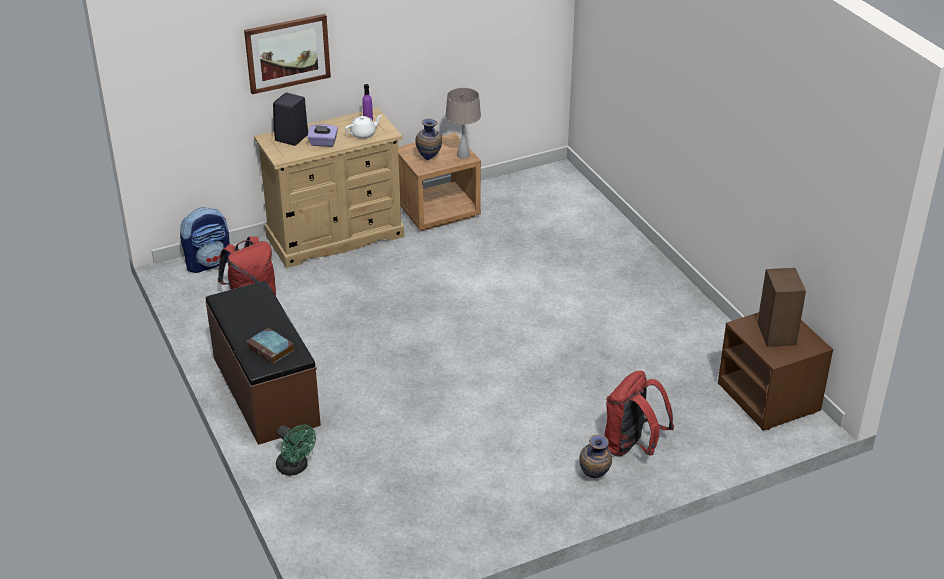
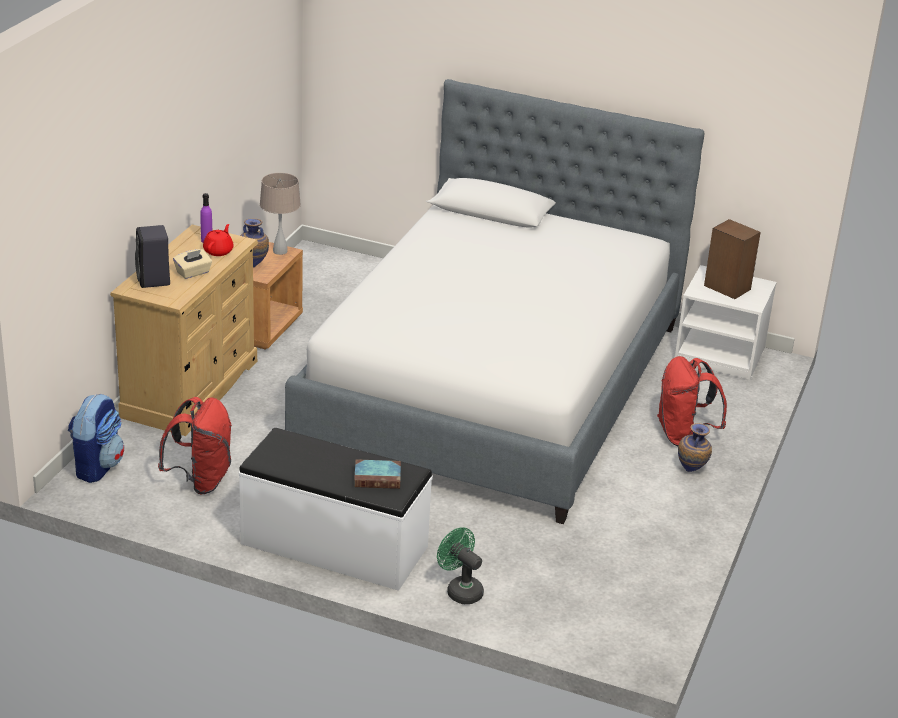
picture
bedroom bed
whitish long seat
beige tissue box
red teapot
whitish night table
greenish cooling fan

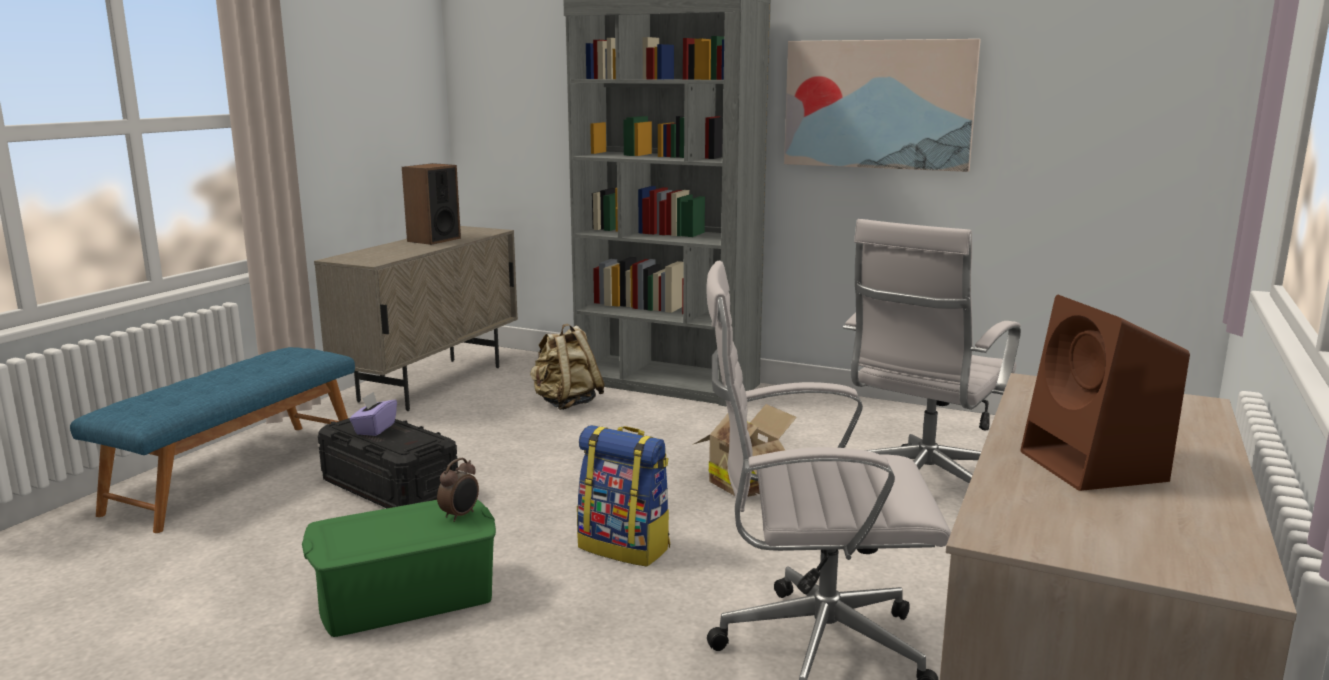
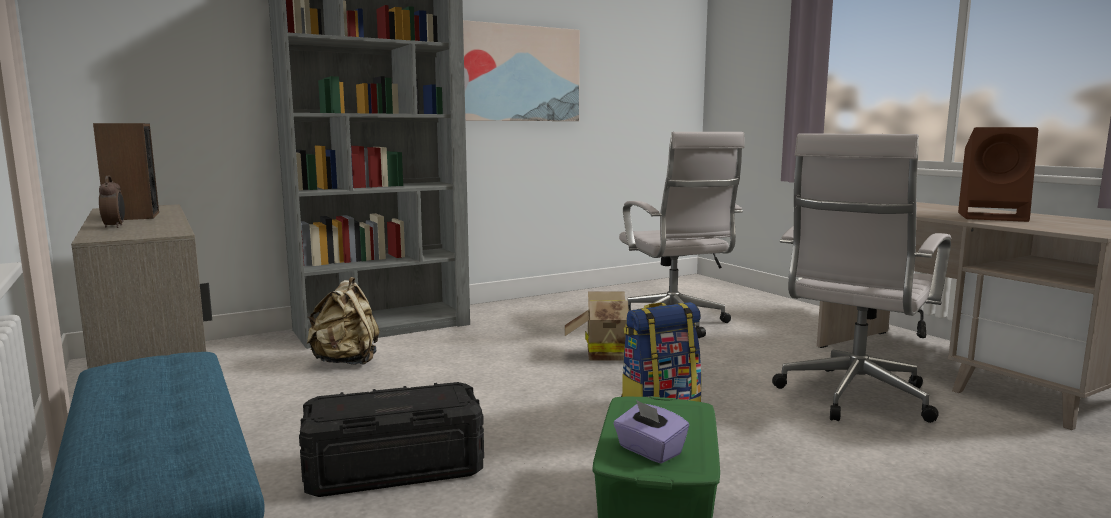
purplish tissue box
alarm clock

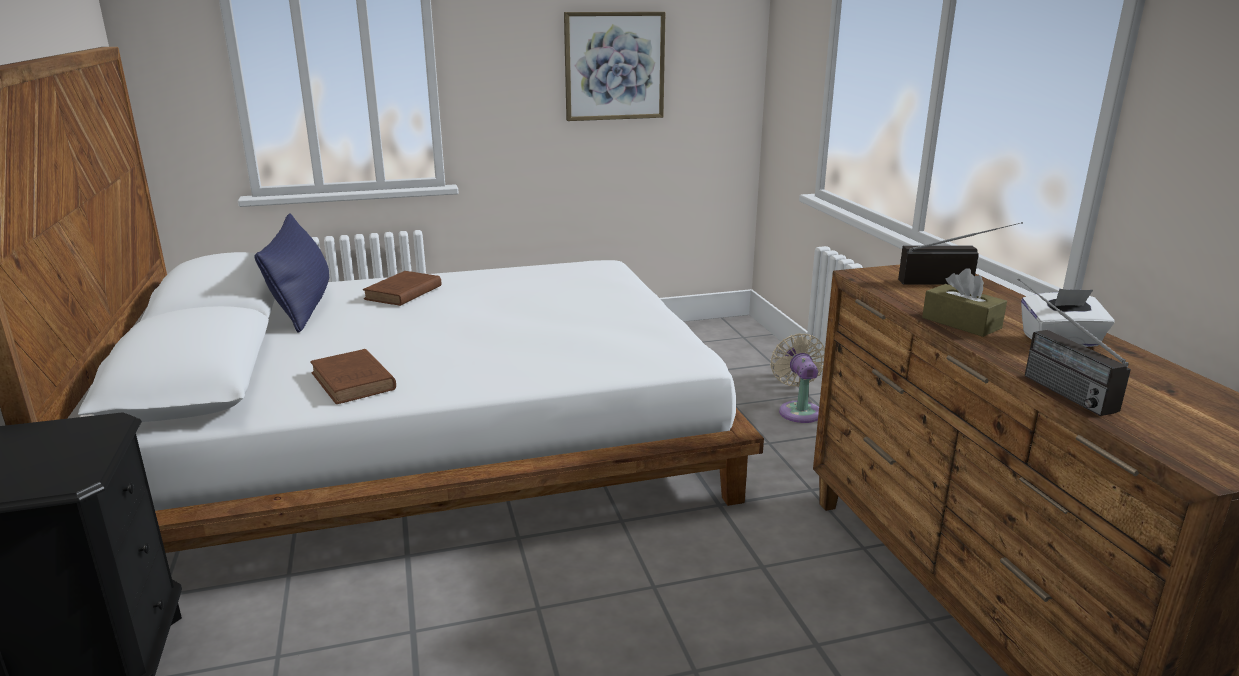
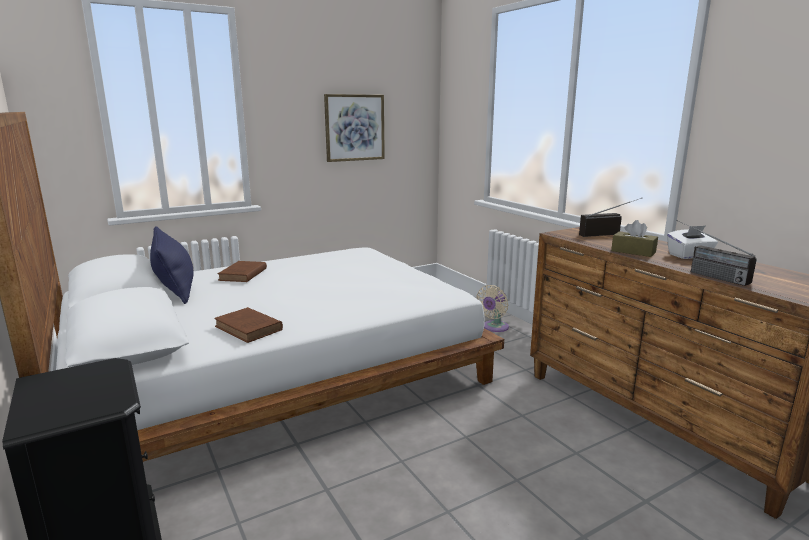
beige cooling fan

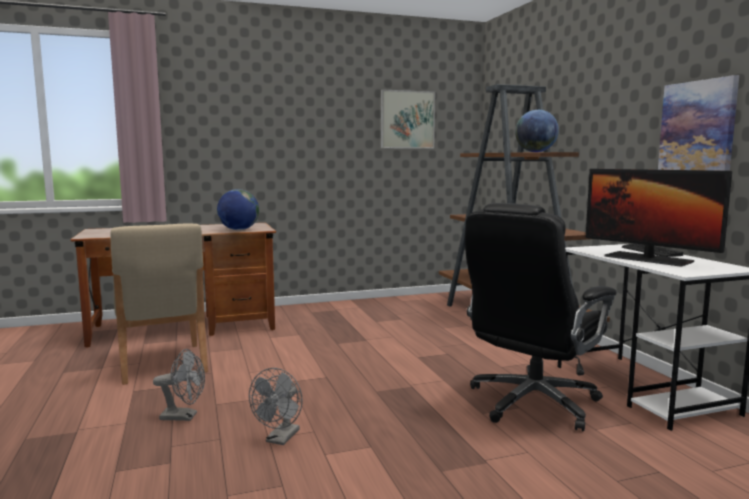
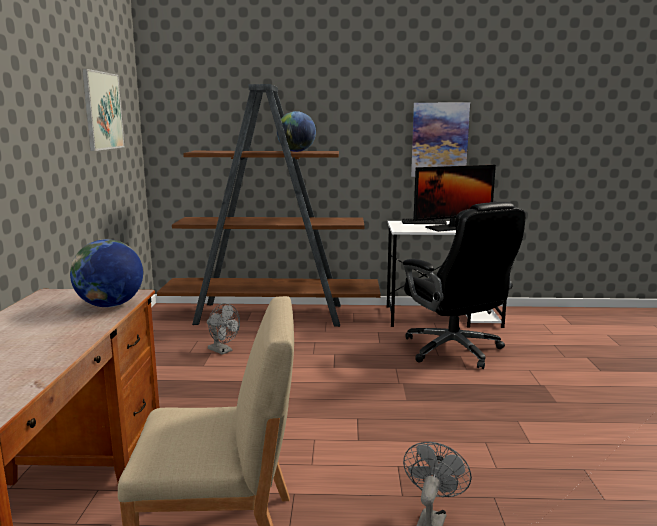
greyish cooling fan (1st from left)

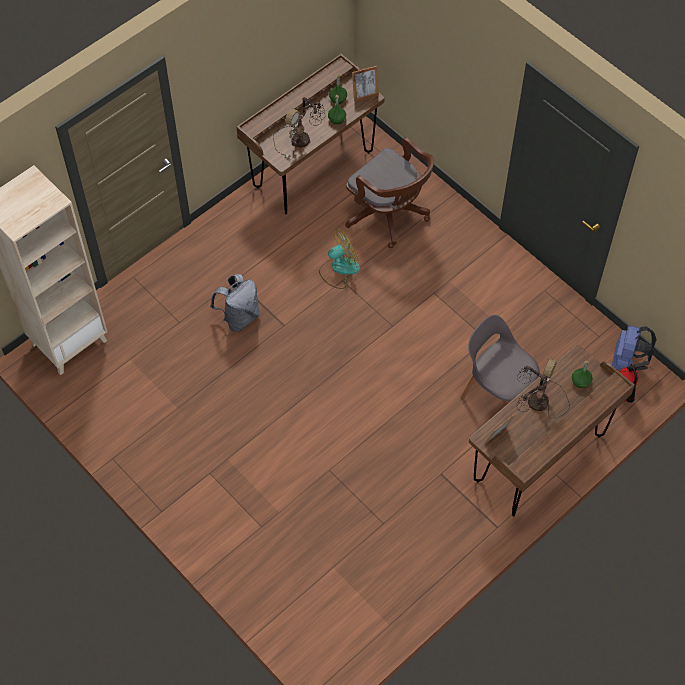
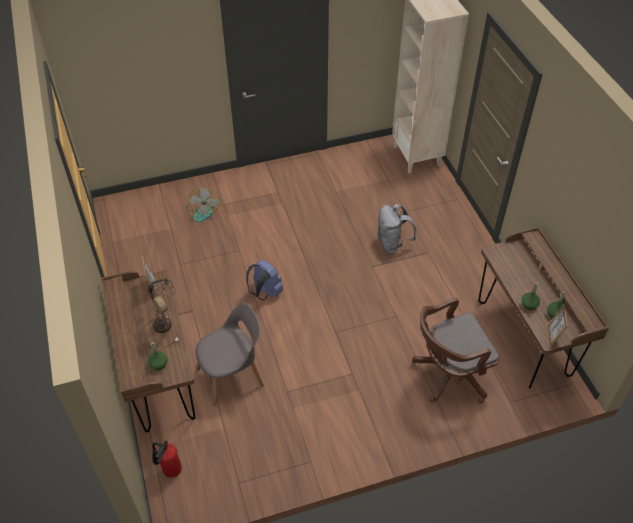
tabletop lamp (1st from left in the first image)
cooling fan
blue rucksack

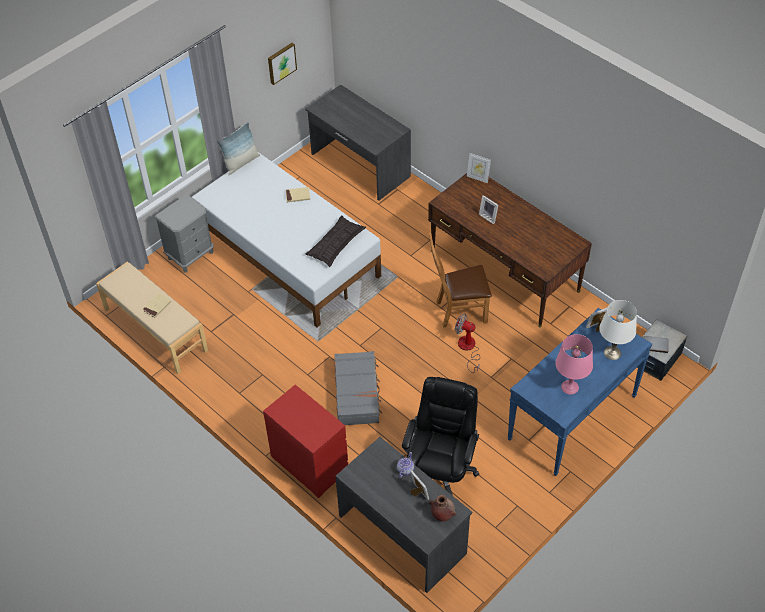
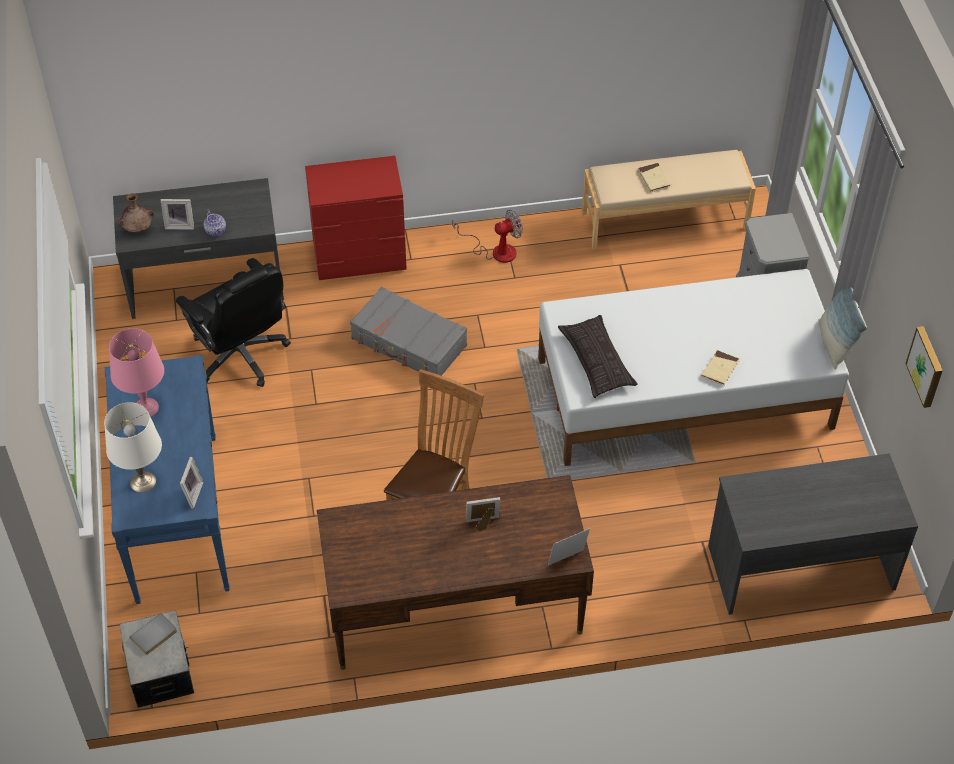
cooling fan

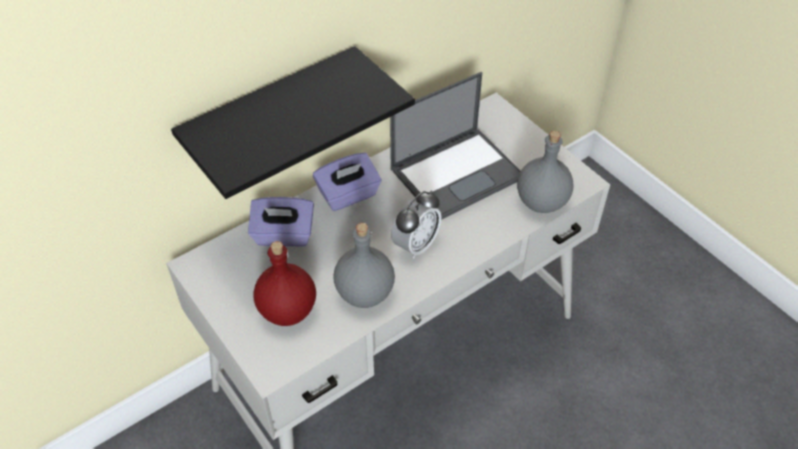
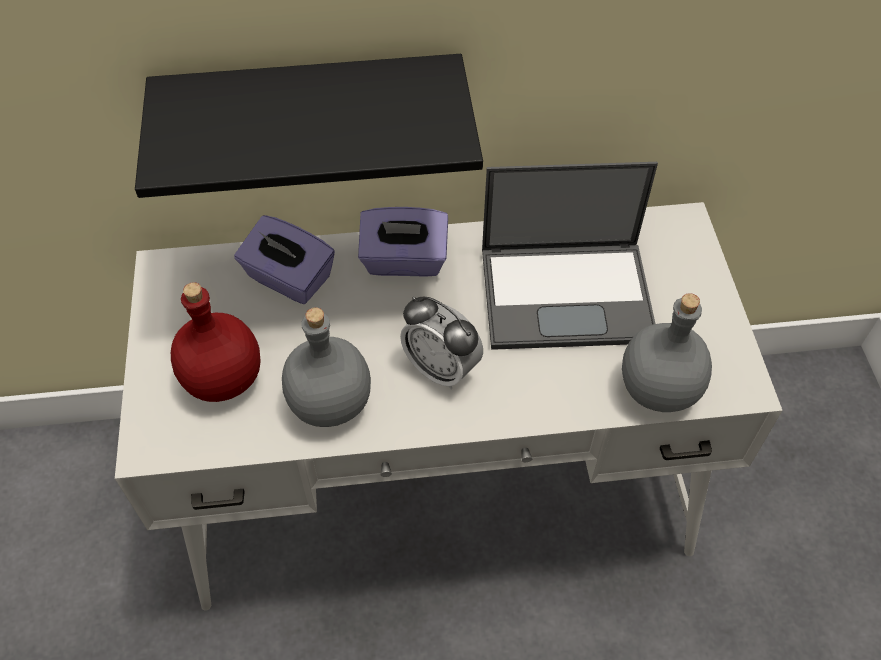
alarm clock

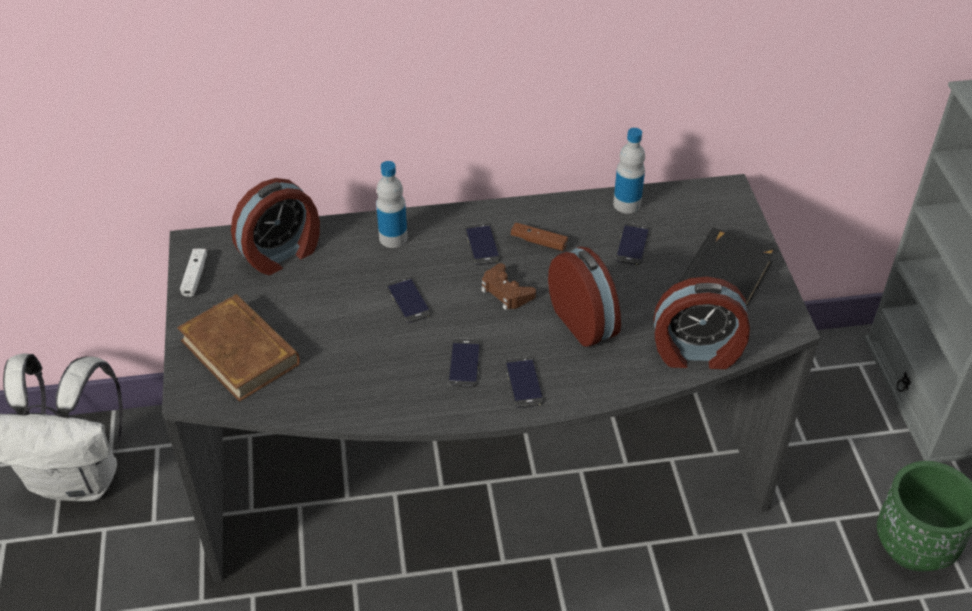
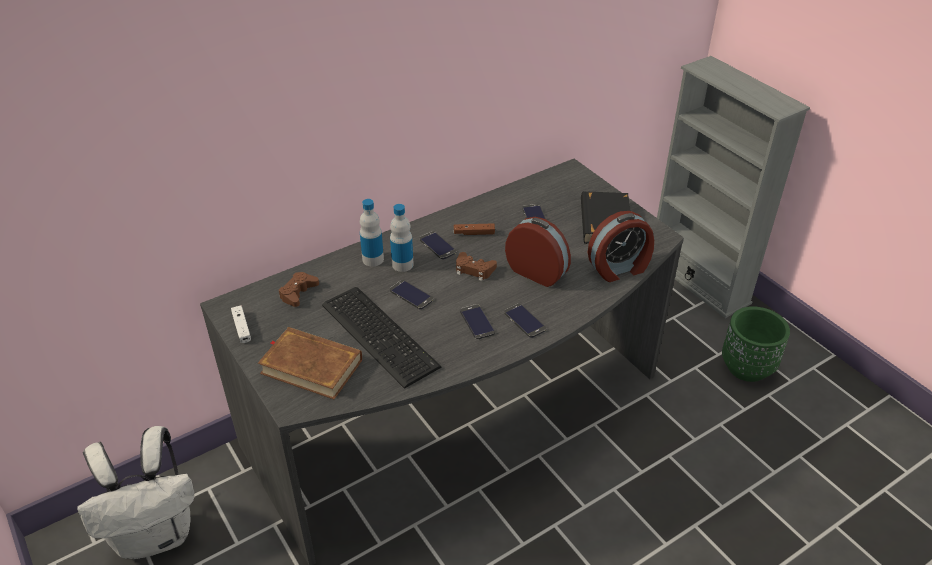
PC keyboard
beverage bottle (2nd from left)
brown gamepad (1st from left)

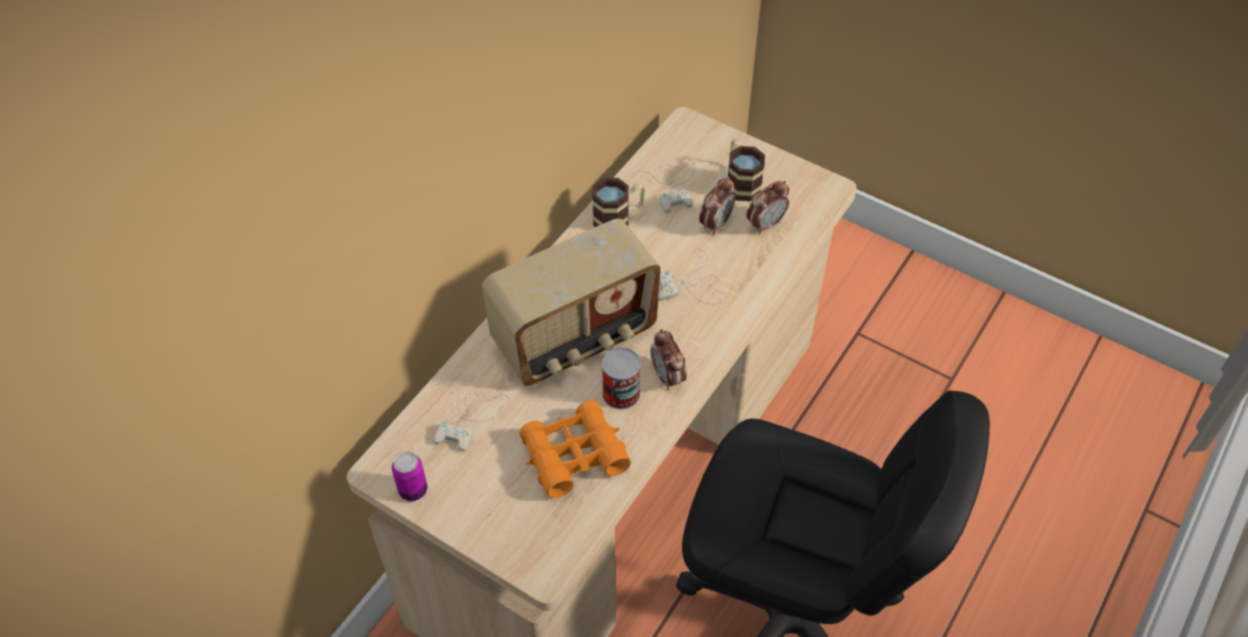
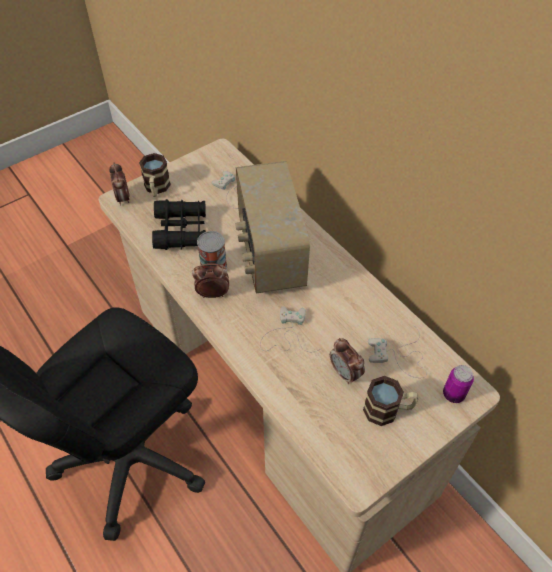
metal can (2nd from left)
tea mug (1st from left)
alarm clock (1st from left)
blackish pair of binoculars

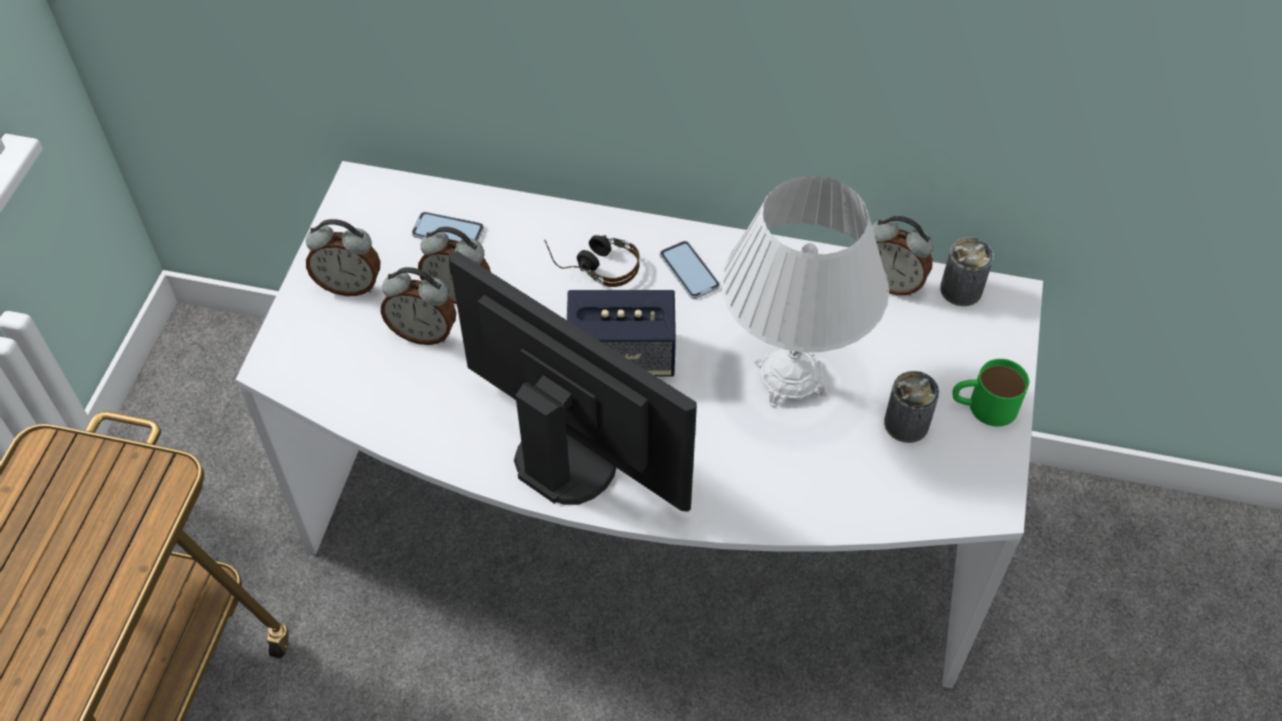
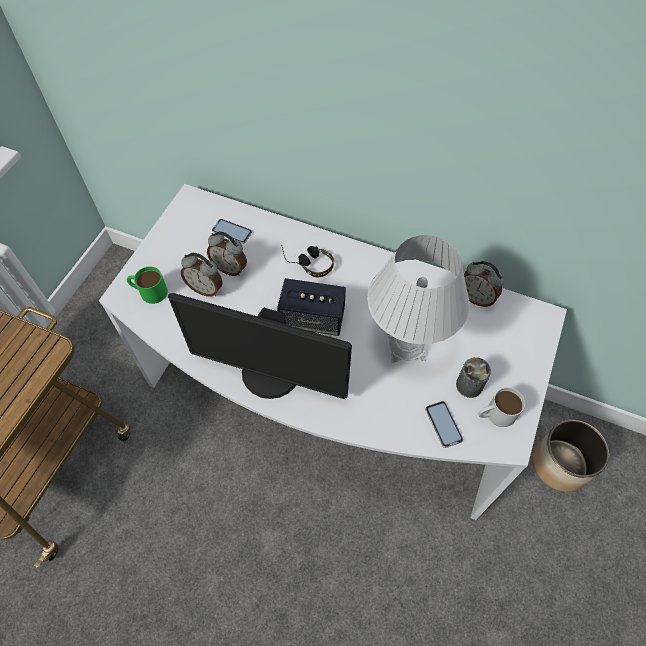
alarm clock (1st from left in the first image)
metal can (2nd from left in the first image)
whitish tea mug
plant pot
telephone (2nd from left)
greenish tea mug
monitor

